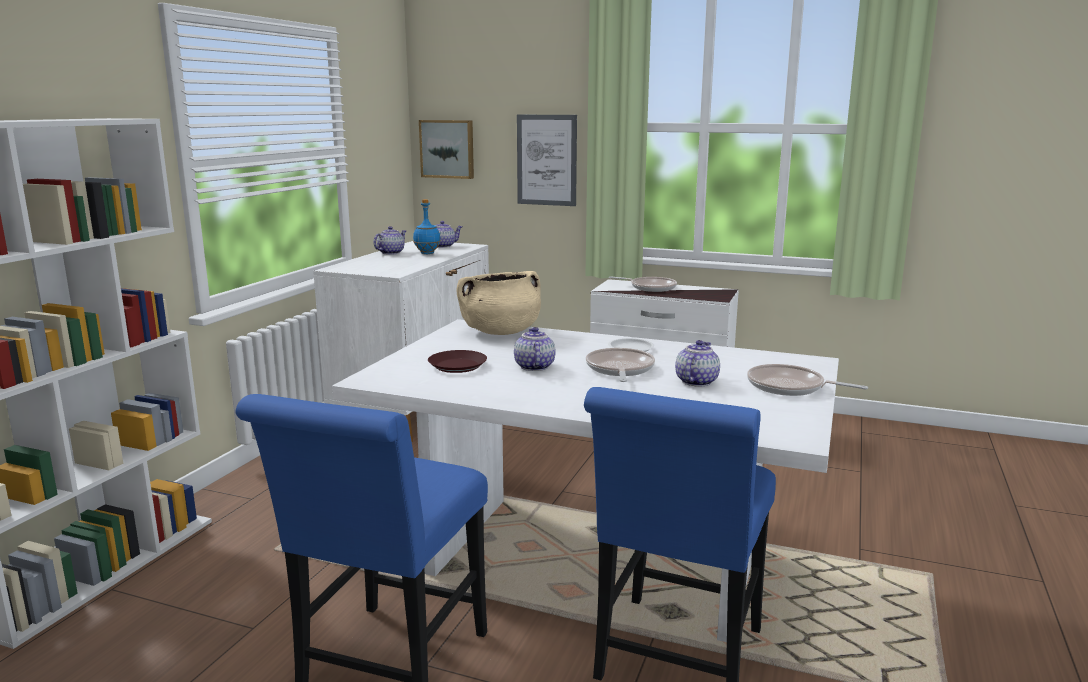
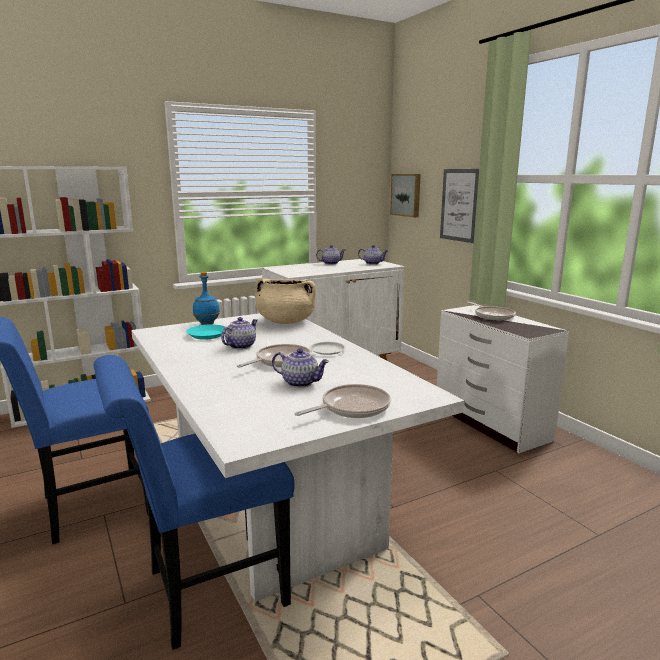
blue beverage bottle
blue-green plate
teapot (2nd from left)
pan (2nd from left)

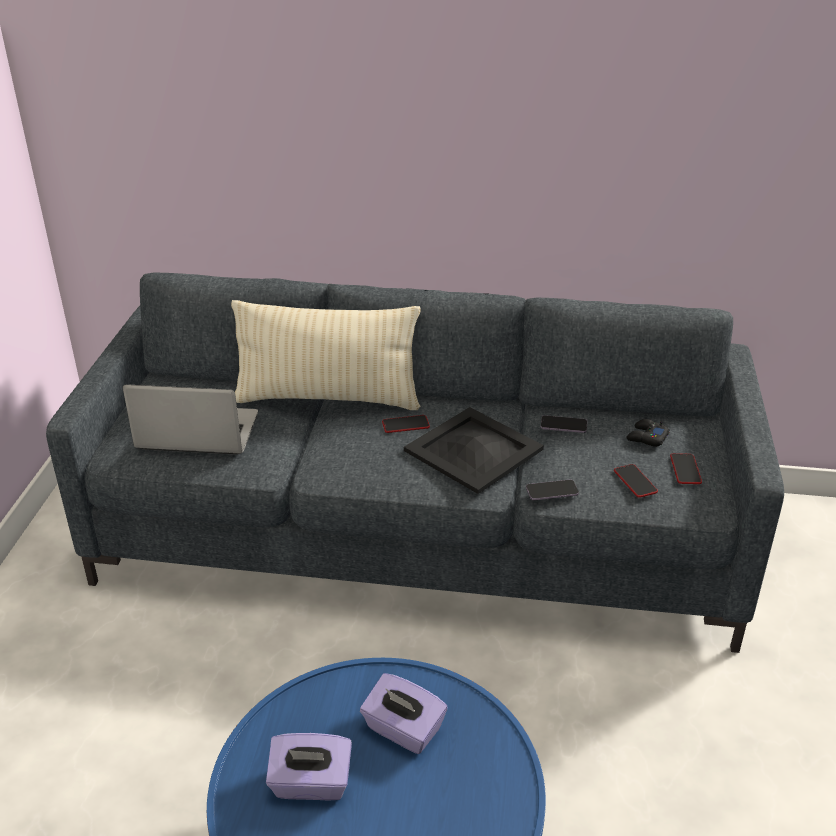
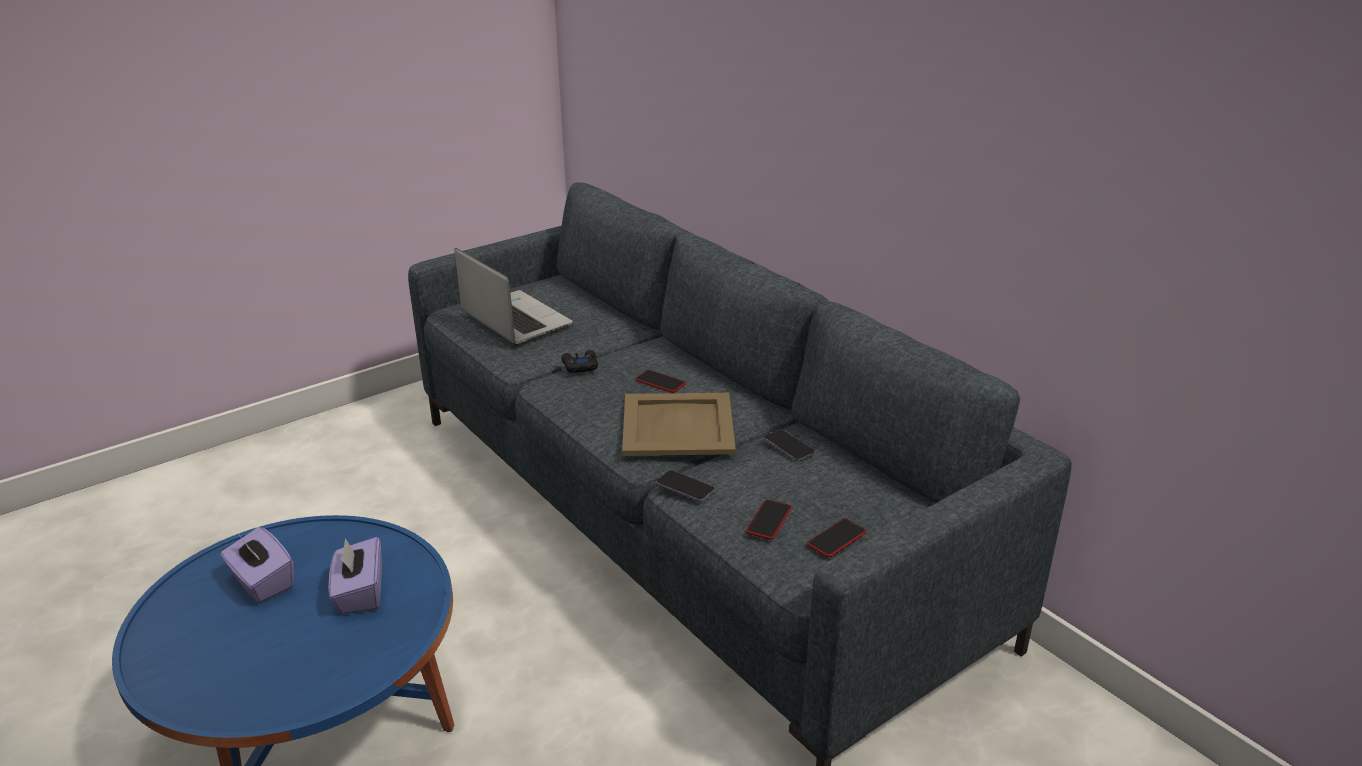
beige throw pillow
blackish gamepad
beige carrying tray

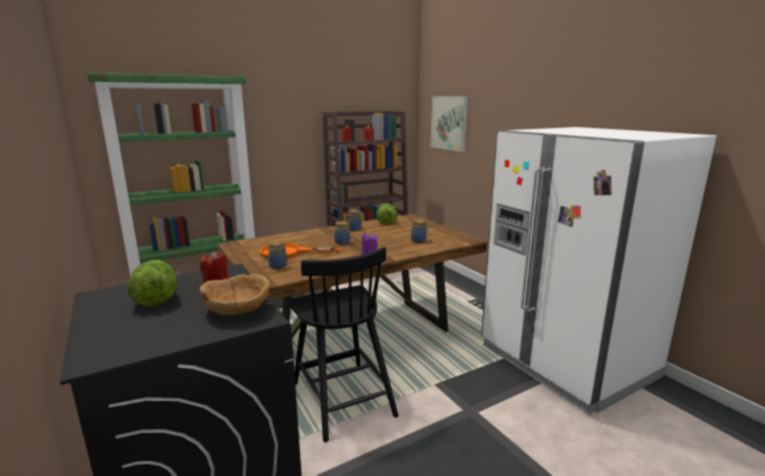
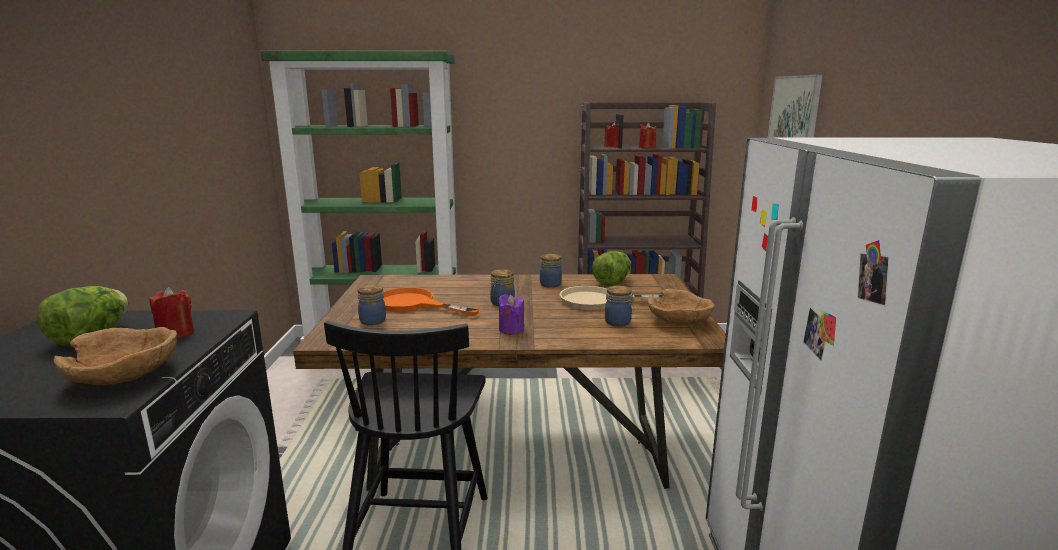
beige pan
brown deep dish (2nd from left)

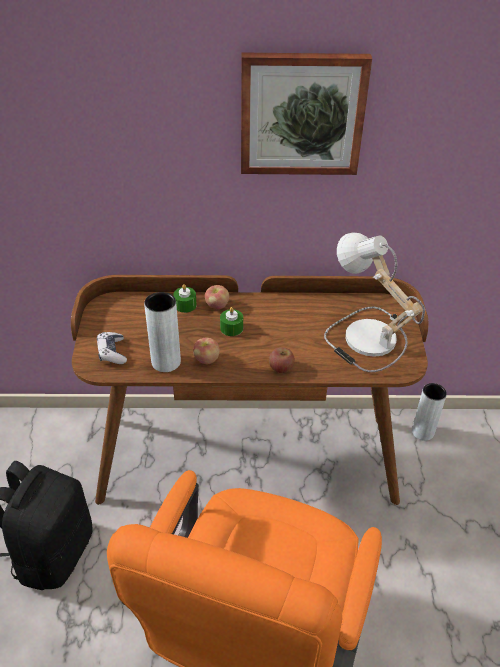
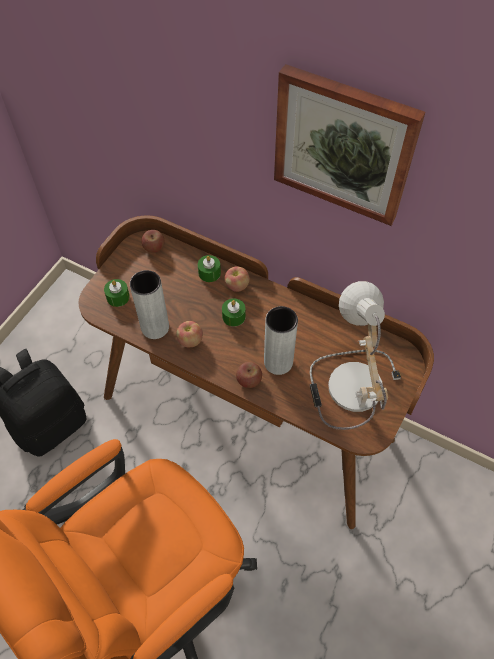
apple (1st from left)
greyish decorative vase (2nd from left)
greenish candle (1st from left)

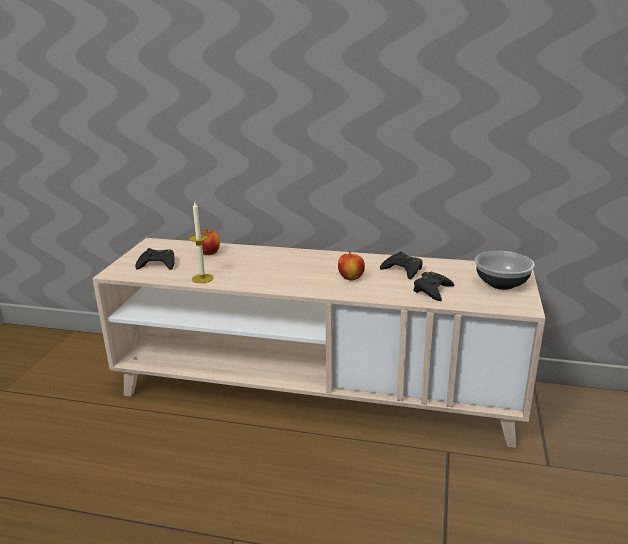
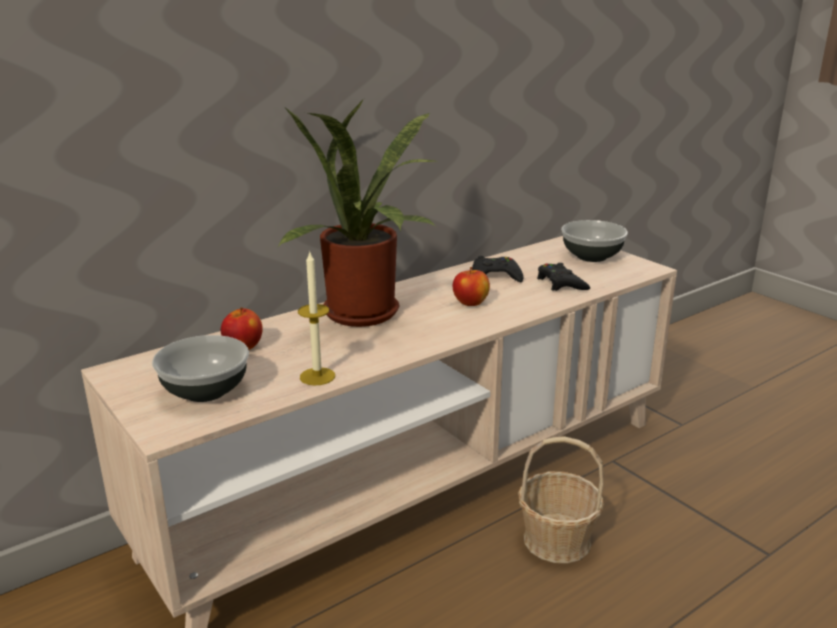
houseplant
household basket
deep dish (1st from left)

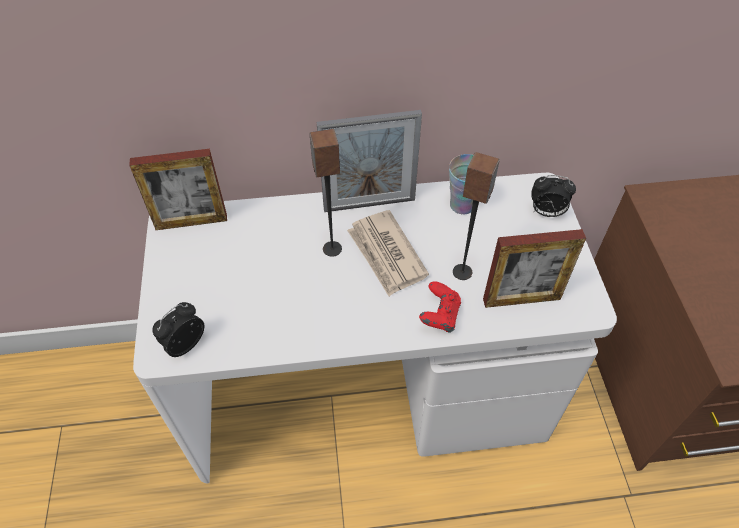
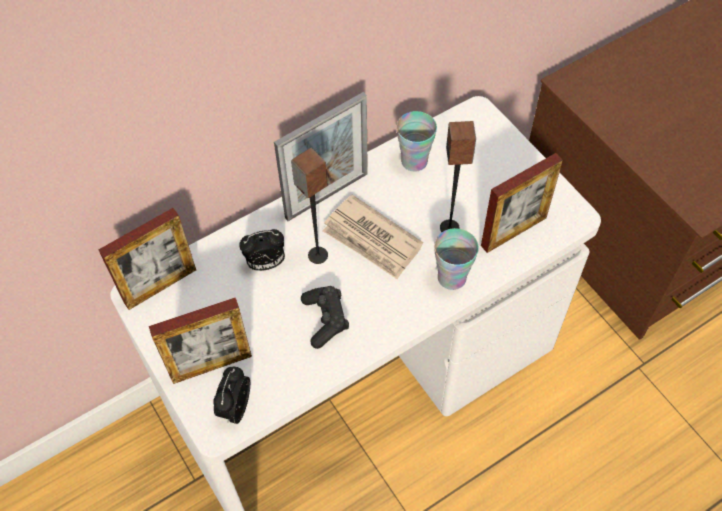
photo frame (2nd from left)
blackish gamepad
alarm clock (2nd from left)
drinking cup (2nd from left)

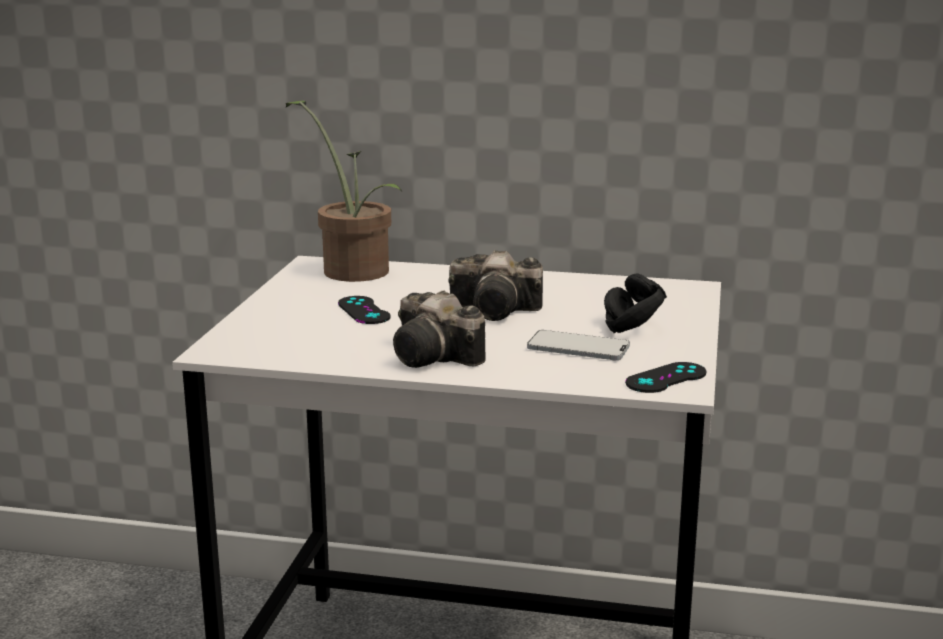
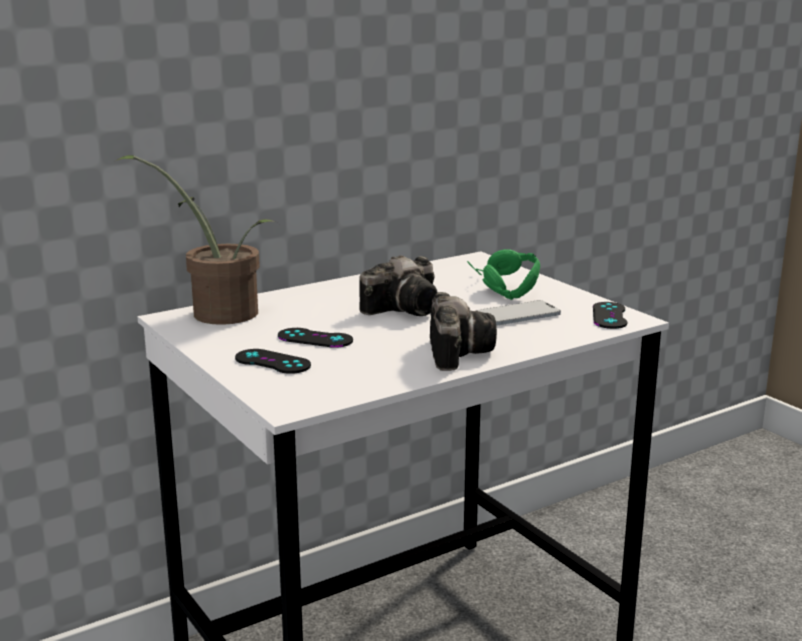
blackish gamepad (1st from left)
greenish headset
still camera (2nd from left)

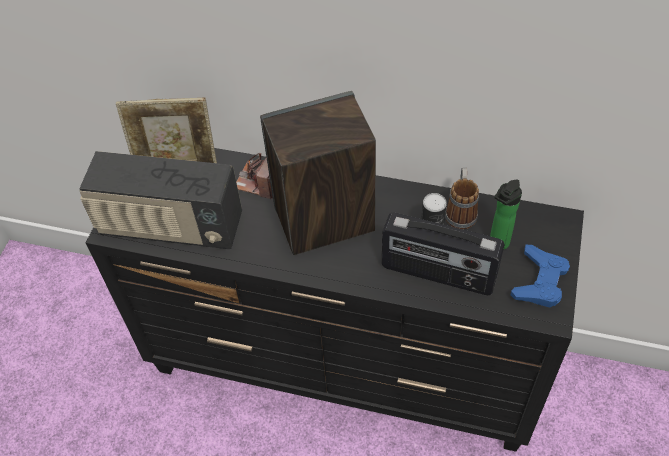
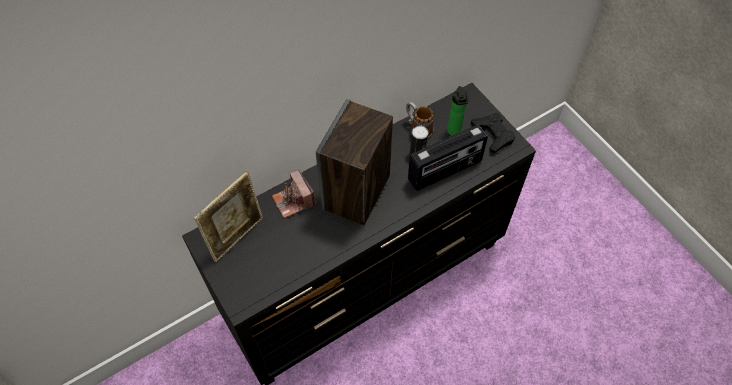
radio receiver (1st from left in the first image)
blackish gamepad

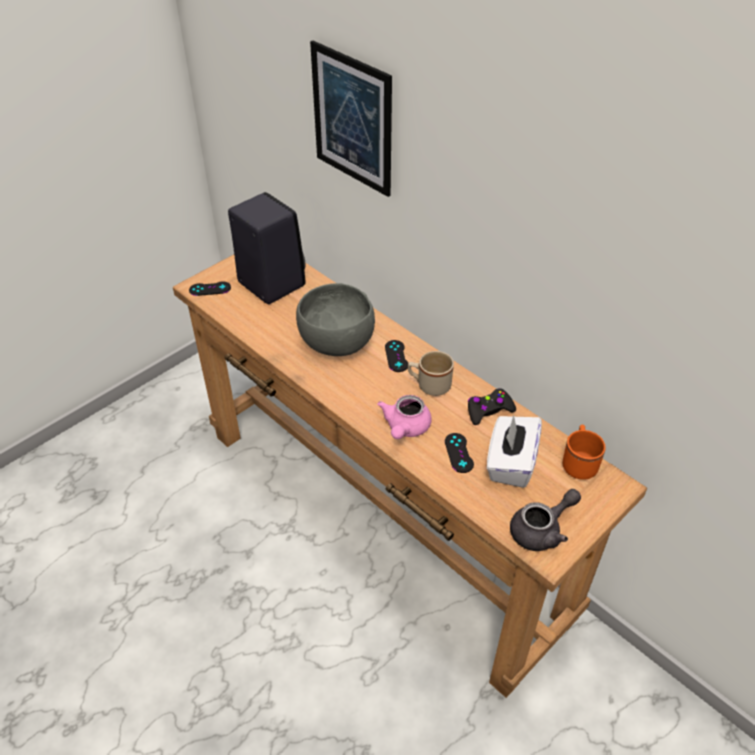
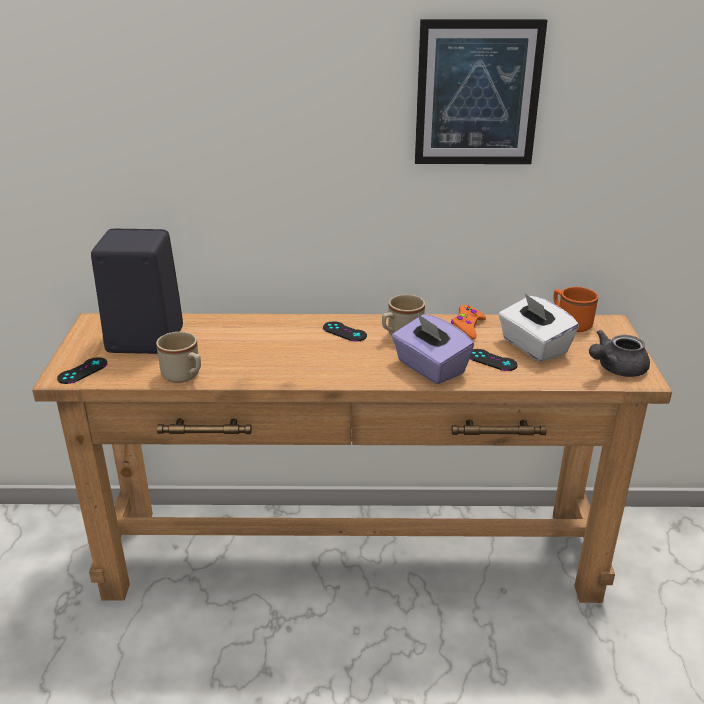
greyish deep dish
beige tea mug (1st from left)
picture
purplish tissue box
orange gamepad
greyish teapot

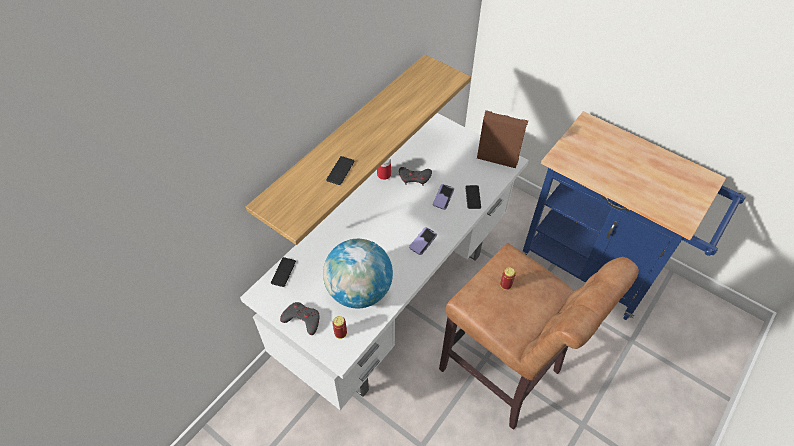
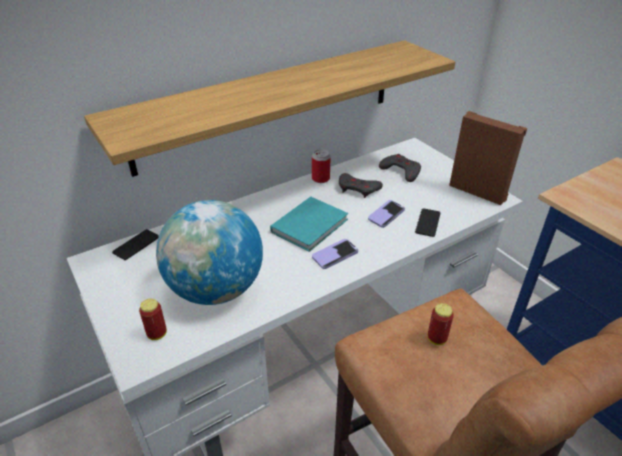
telephone (2nd from left in the first image)
blue-green bound book
greyish gamepad (2nd from left)

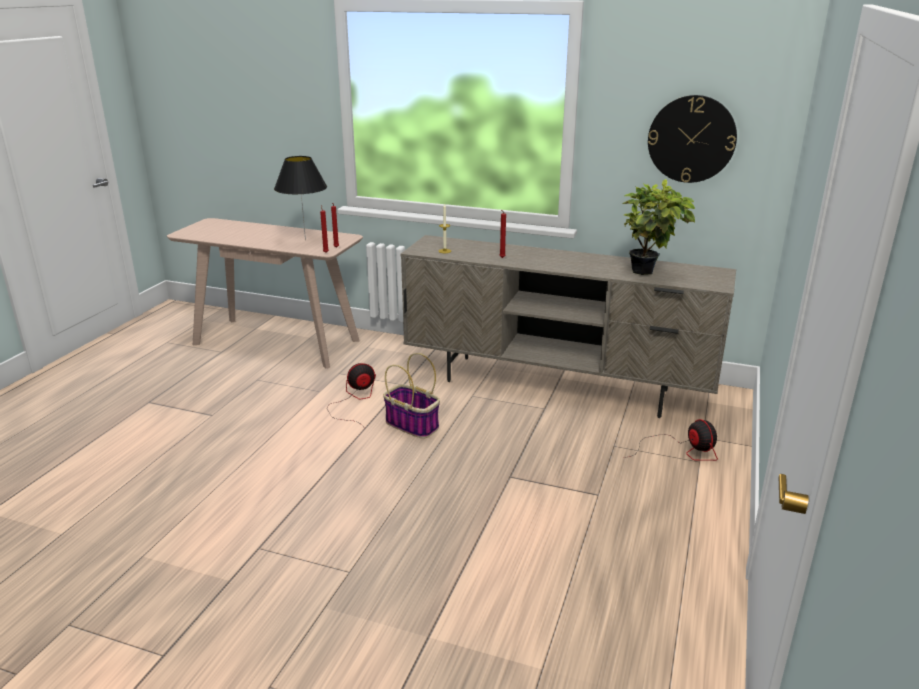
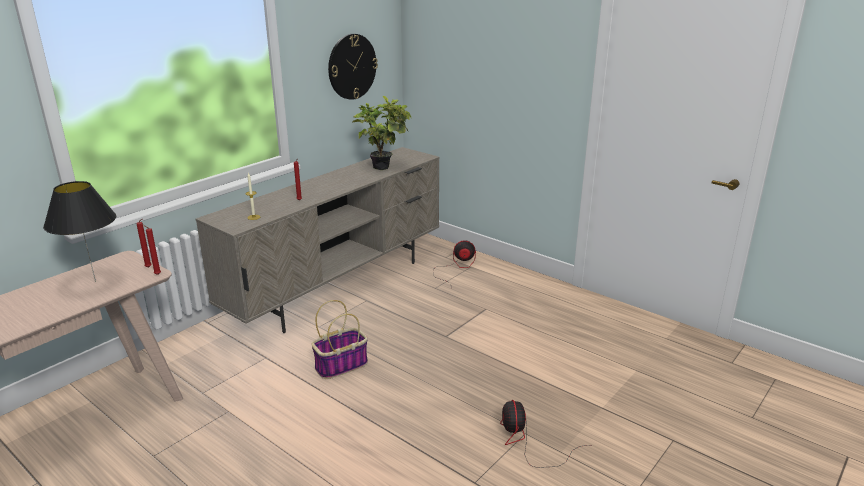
cooling fan (2nd from left)

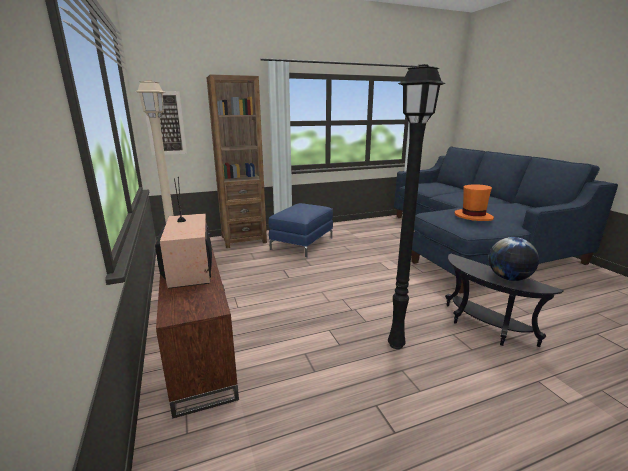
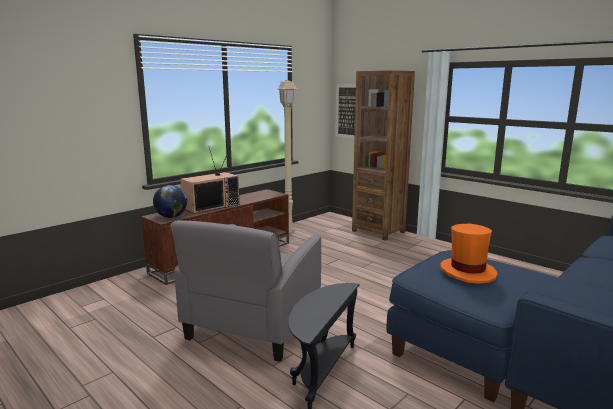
blue ottoman
world globe
greyish easy chair

